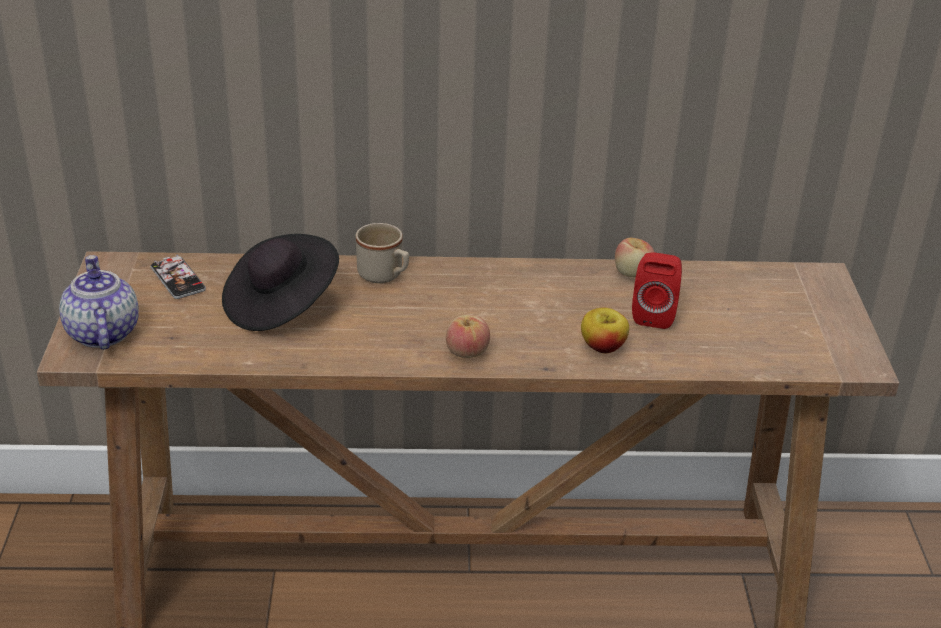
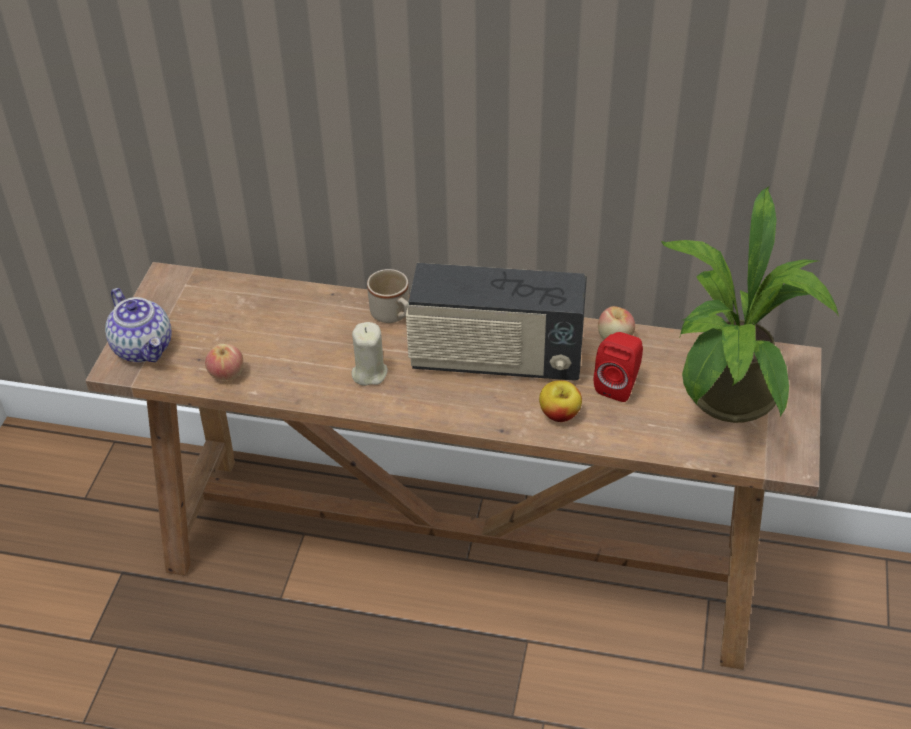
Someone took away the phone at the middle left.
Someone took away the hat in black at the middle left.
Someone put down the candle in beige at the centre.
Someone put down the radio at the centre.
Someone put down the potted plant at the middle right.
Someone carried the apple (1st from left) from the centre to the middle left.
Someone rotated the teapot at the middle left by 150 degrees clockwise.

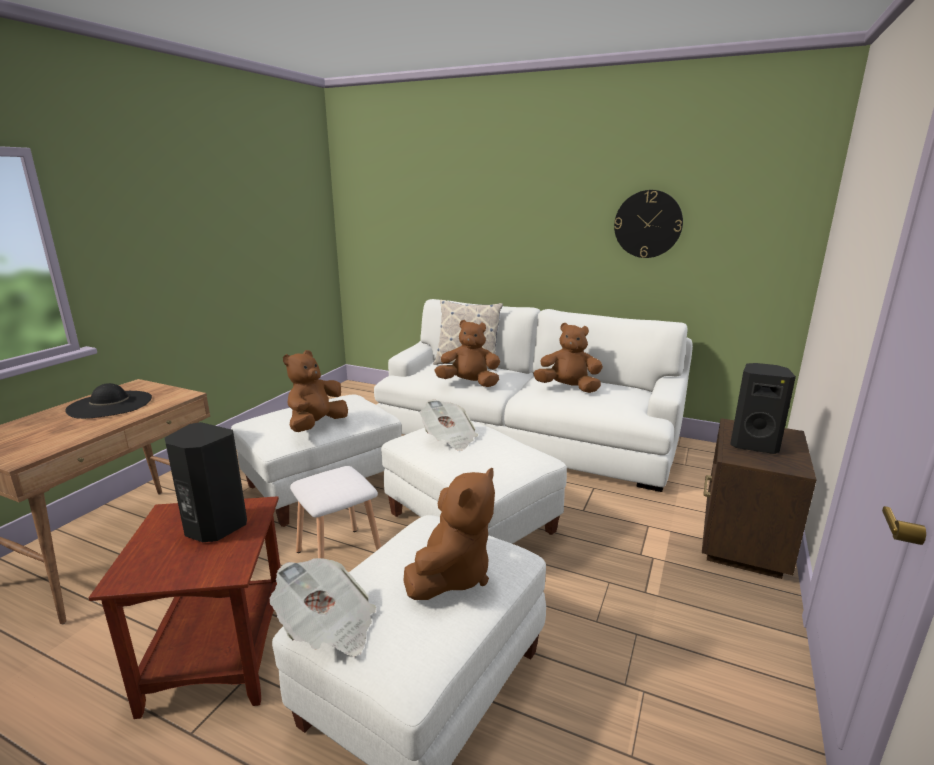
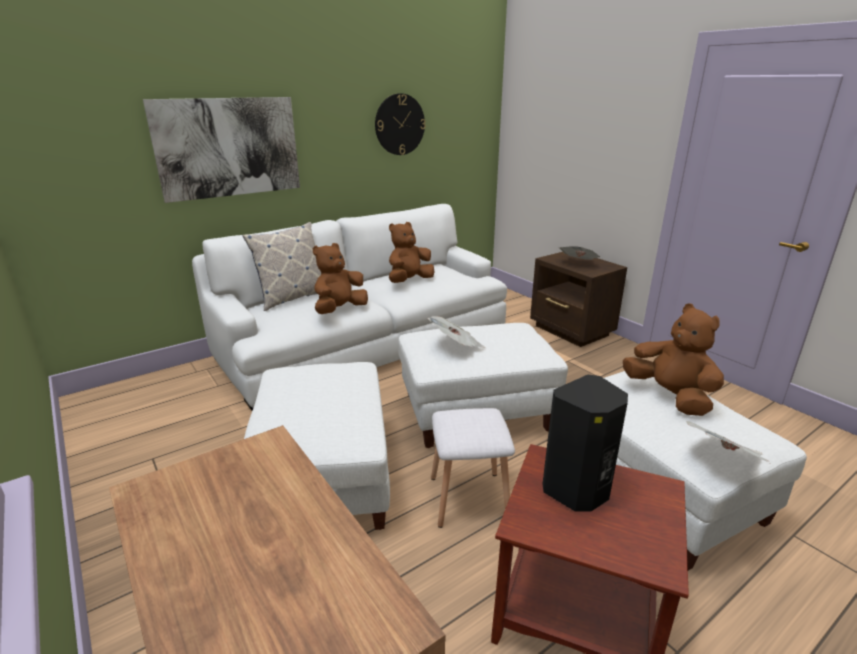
Someone took away the hat in black at the middle left.
Someone took away the plush toy in brown (1st from left) at the centre.
Someone put up the picture at the top left.
Someone swapped the speaker in black (2nd from left) at the middle right for the newspaper (2nd from left) at the middle right.

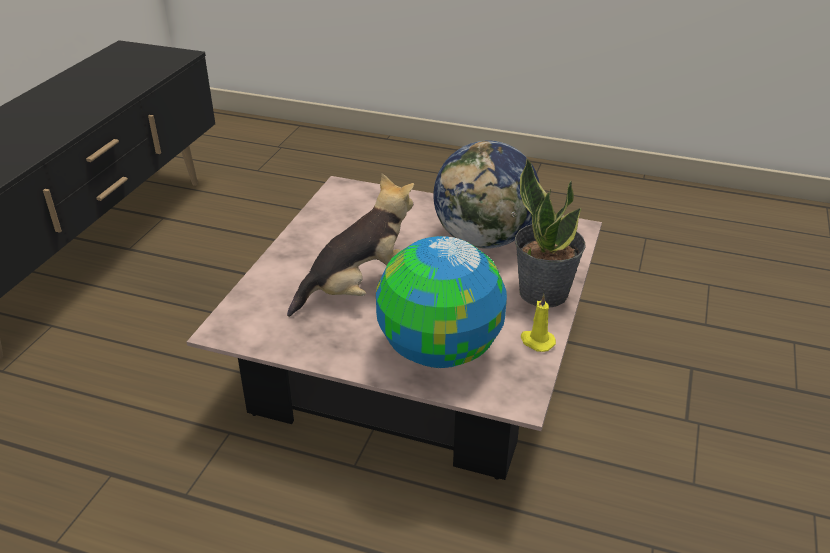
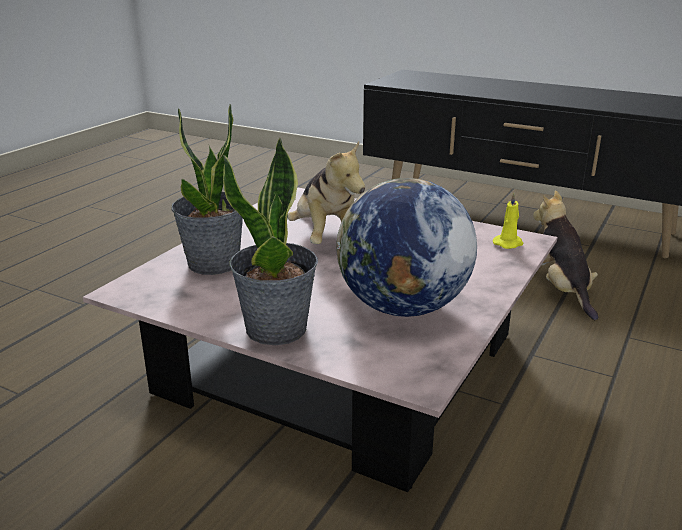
Someone put down the plush toy (2nd from left) at the middle right.
Someone carried the candle in yellow from the centre to the middle right.
Someone swapped the globe (1st from left) at the centre for the potted plant (1st from left) at the middle left.

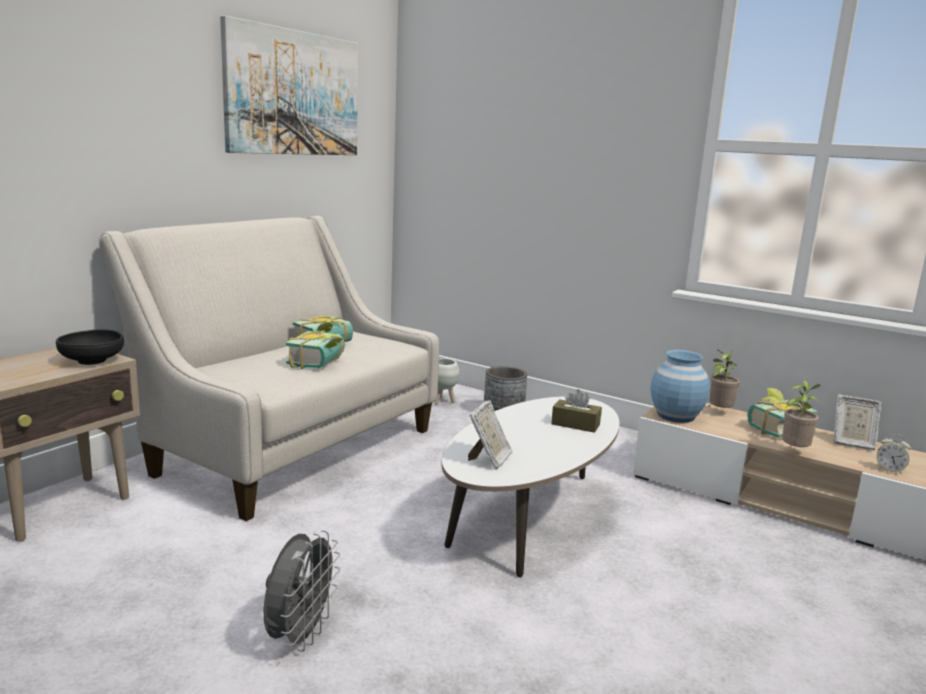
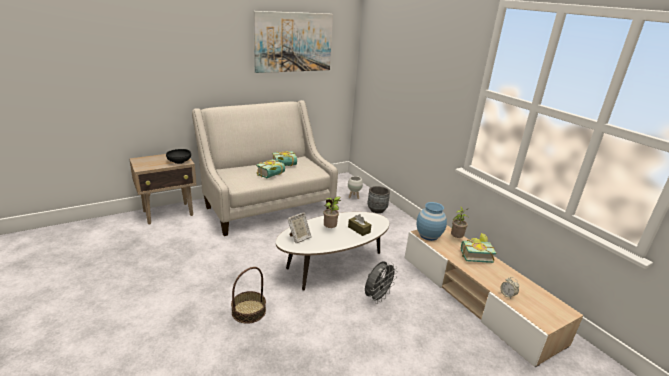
Someone took away the picture frame (2nd from left) at the middle right.
Someone put down the basket at the bottom centre.
Someone carried the fan in grey from the bottom left to the bottom centre.
Someone carried the potted plant (2nd from left in the first image) from the middle right to the centre.

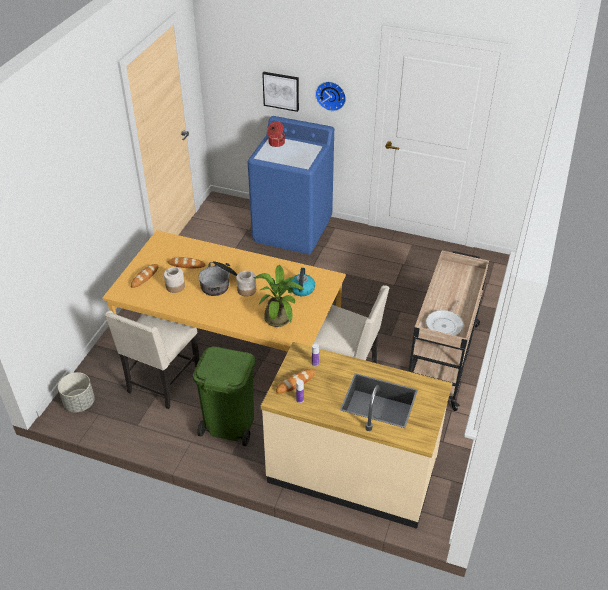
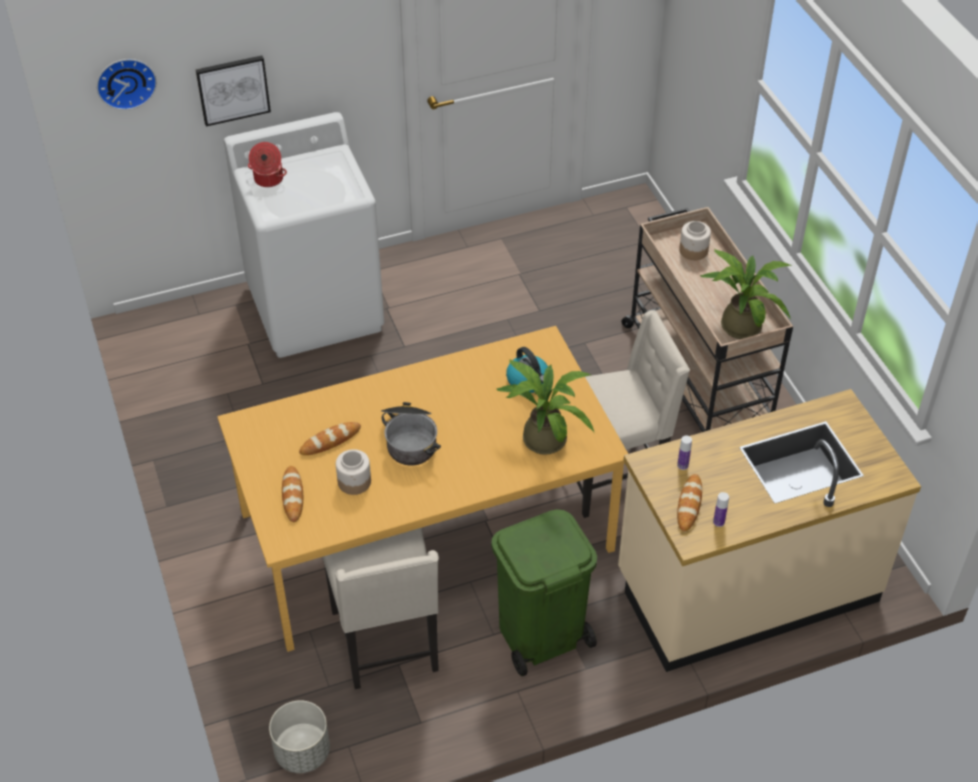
Someone carried the jar (2nd from left) from the centre to the top right.
Someone carried the wall clock from the top centre to the top left.
Someone swapped the frying pan at the middle right for the potted plant (2nd from left) at the middle right.
Someone repainted the washing machine in blue at the top centre, which became the washing machine in white at the top left.

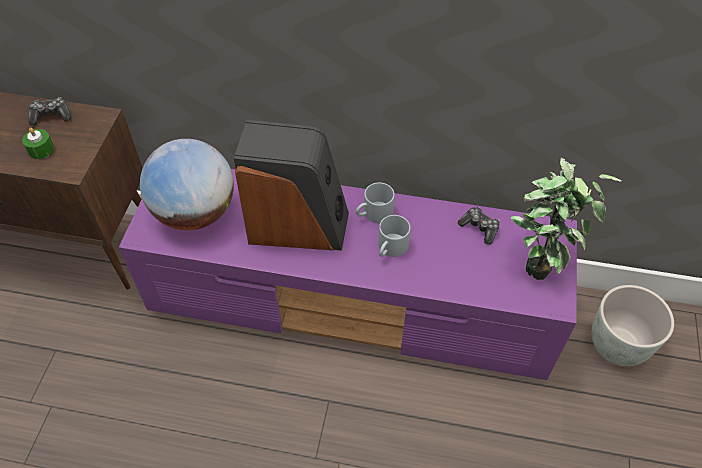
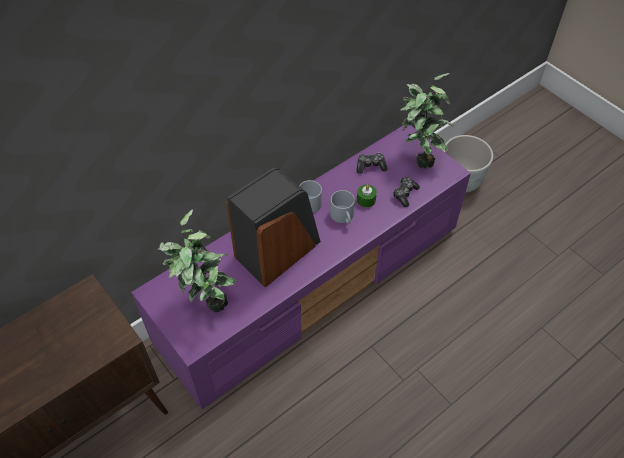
Someone carried the candle in green from the top left to the centre.
Someone carried the game controller (1st from left in the first image) from the top left to the centre.
Someone swapped the globe at the middle left for the potted plant (1st from left) at the middle left.

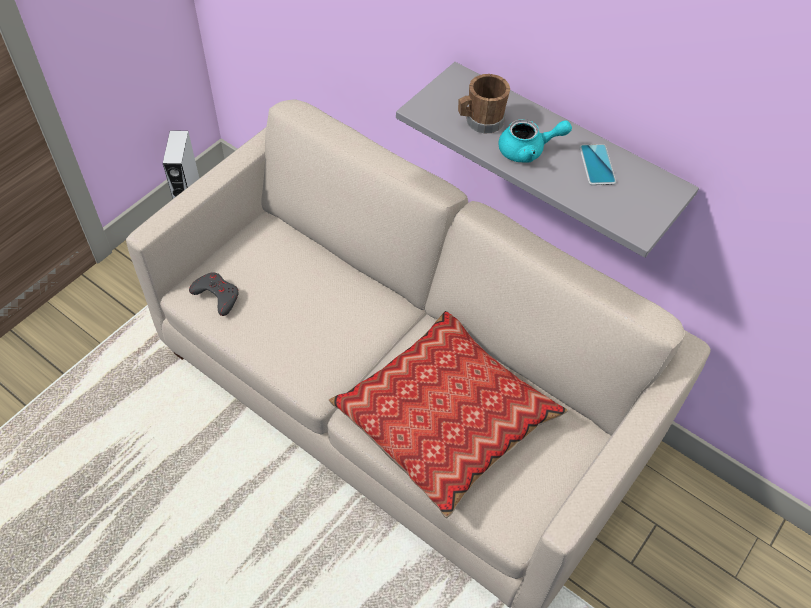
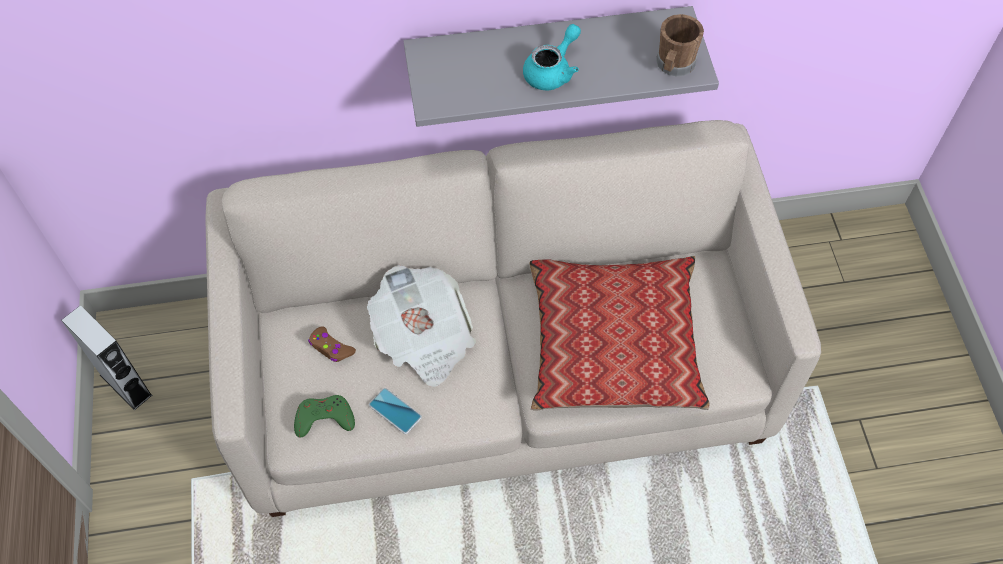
Someone put down the game controller in brown at the middle left.
Someone put down the newspaper at the centre.
Someone carried the mug in brown from the top centre to the top right.
Someone carried the phone from the top right to the bottom centre.
Someone repainted the game controller in grey at the middle left, which became the game controller in green at the bottom left.

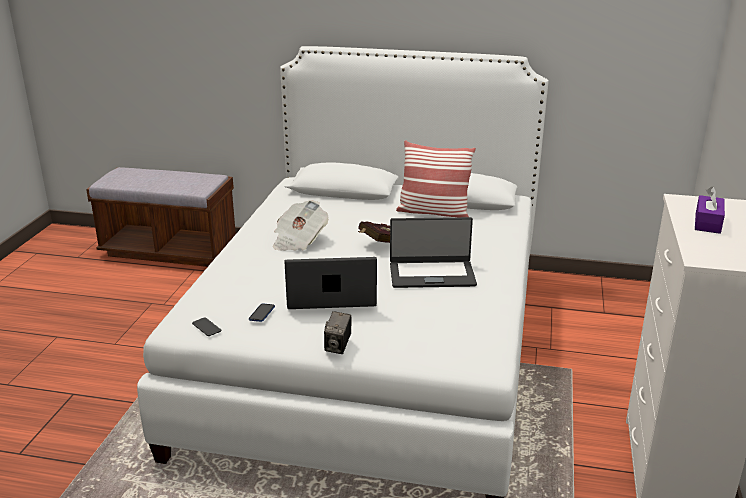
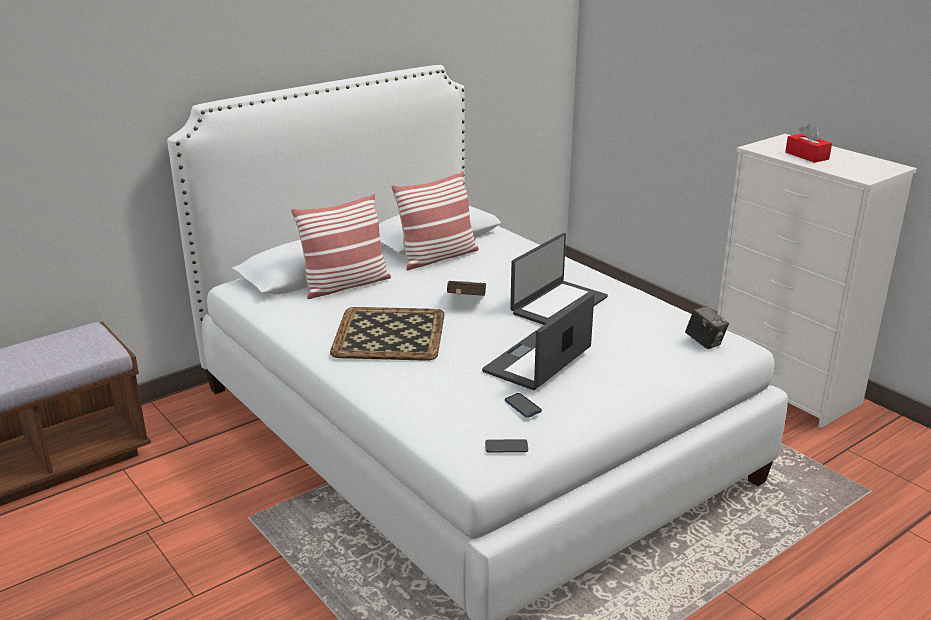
Someone put down the pillow (1st from left) at the centre.
Someone carried the photo camera from the bottom centre to the middle right.
Someone swapped the newspaper at the centre for the tray at the centre.
Someone repainted the tissue box in purple at the middle right, which became the tissue box in red at the top right.

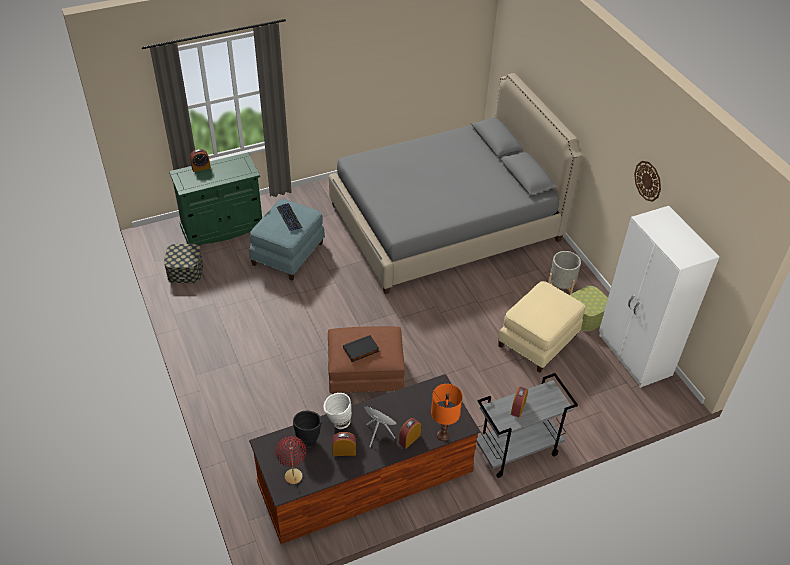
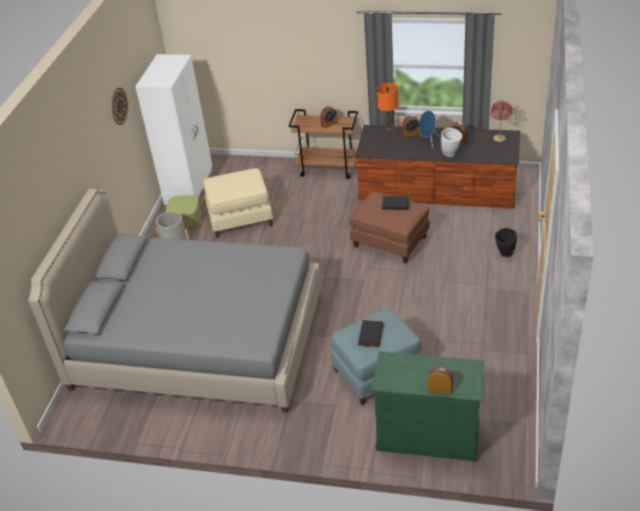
Someone took away the storage box (1st from left) at the middle left.
Someone carried the vase in black from the bottom centre to the middle right.
Someone swapped the keyboard at the centre for the book in black (1st from left) at the centre.
Someone repainted the cart in grey at the bottom right, which became the cart in brown at the top centre.

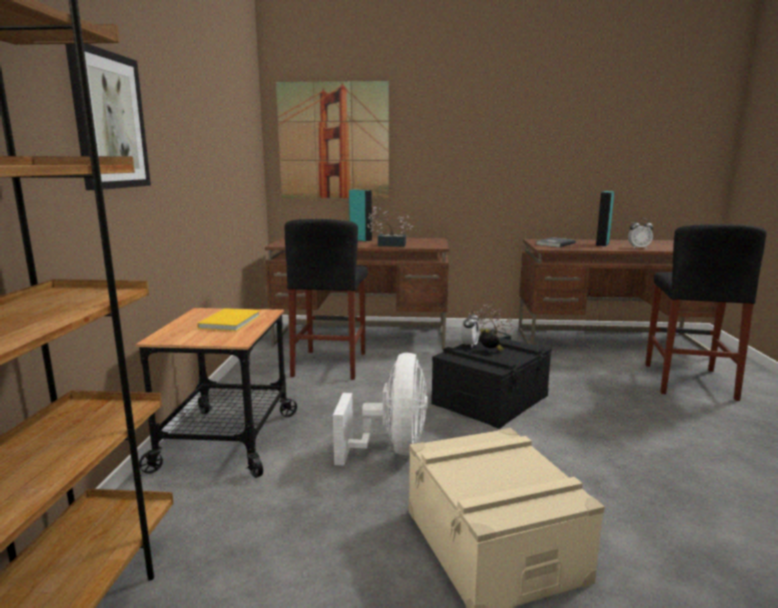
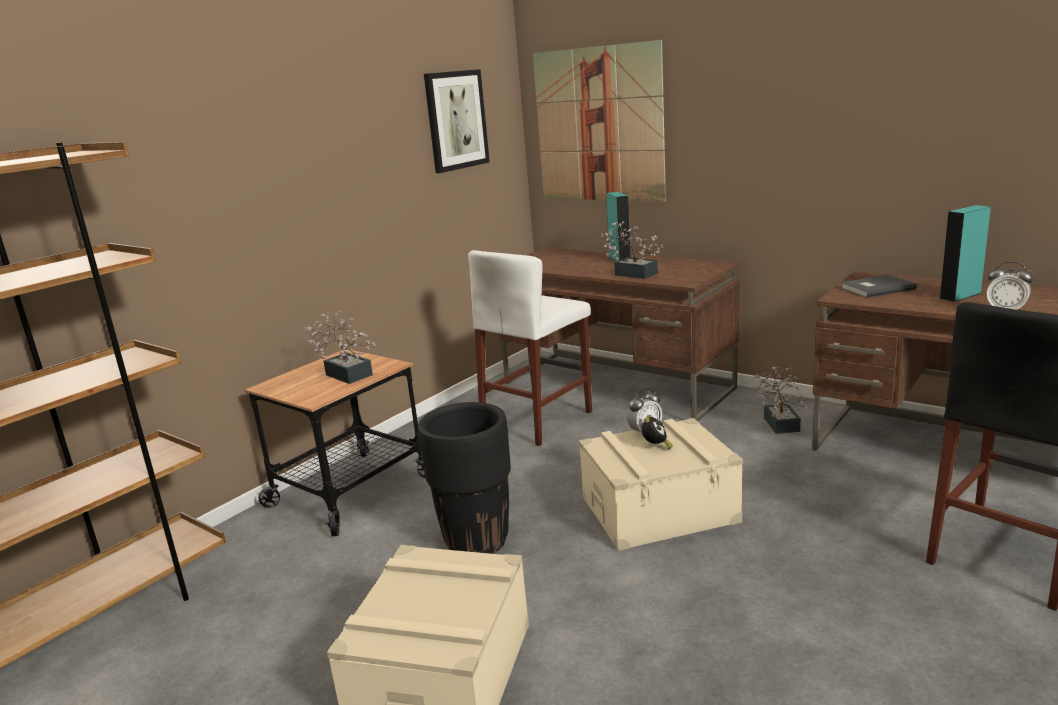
Someone carried the picture (1st from left) from the top left to the top centre.
Someone swapped the book in yellow at the middle left for the potted plant (1st from left) at the middle left.
Someone swapped the fan in white at the bottom centre for the planter in black at the bottom centre.
Someone repainted the stool in black (1st from left) at the centre, which became the stool in white at the centre.
Someone repainted the storage box in black at the centre, which became the storage box in beige (2nd from left) at the bottom centre.

